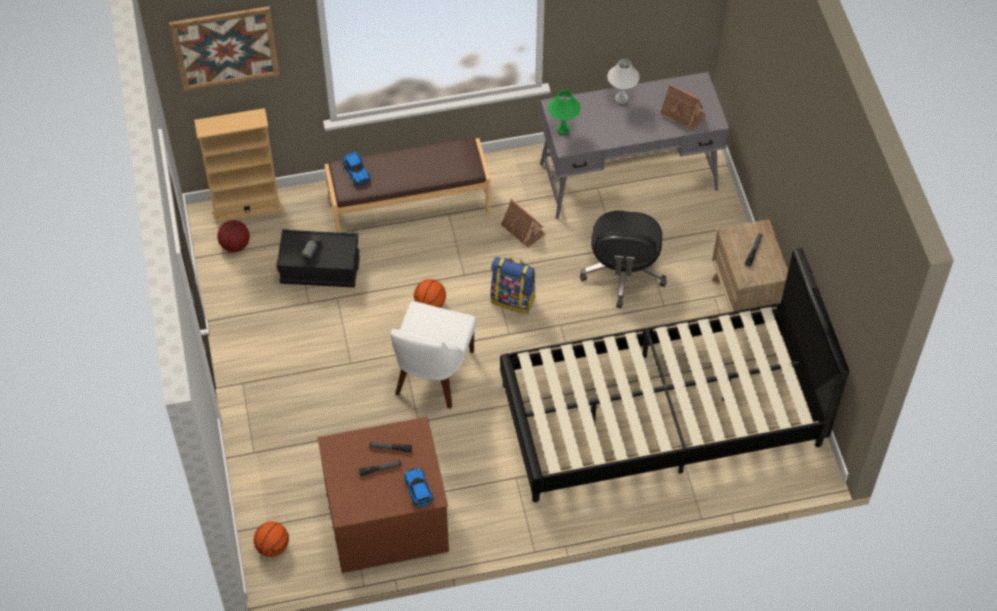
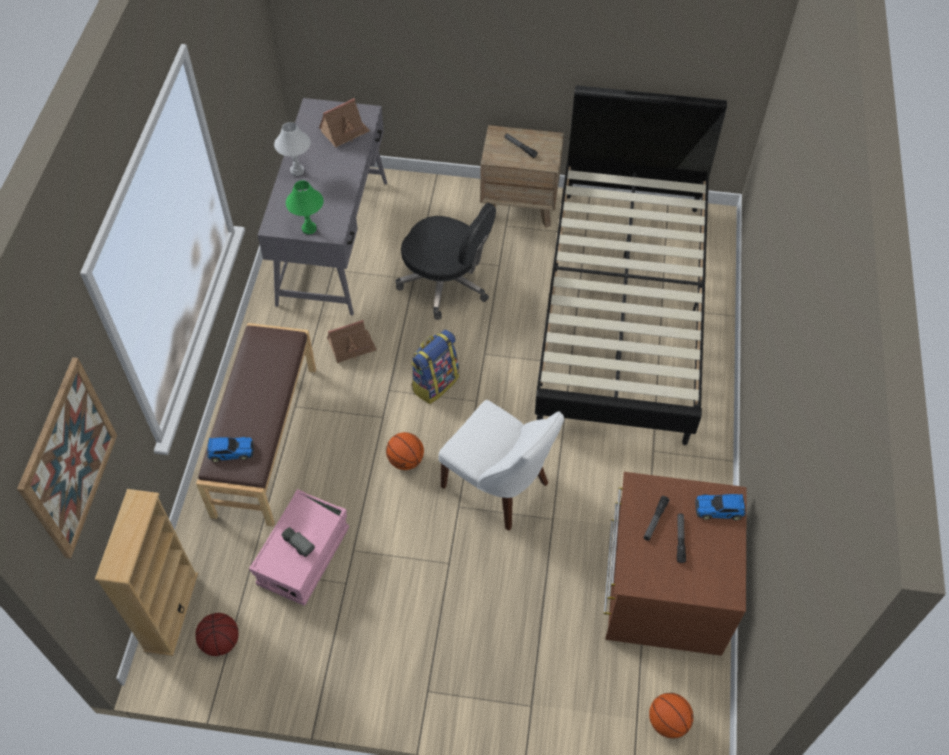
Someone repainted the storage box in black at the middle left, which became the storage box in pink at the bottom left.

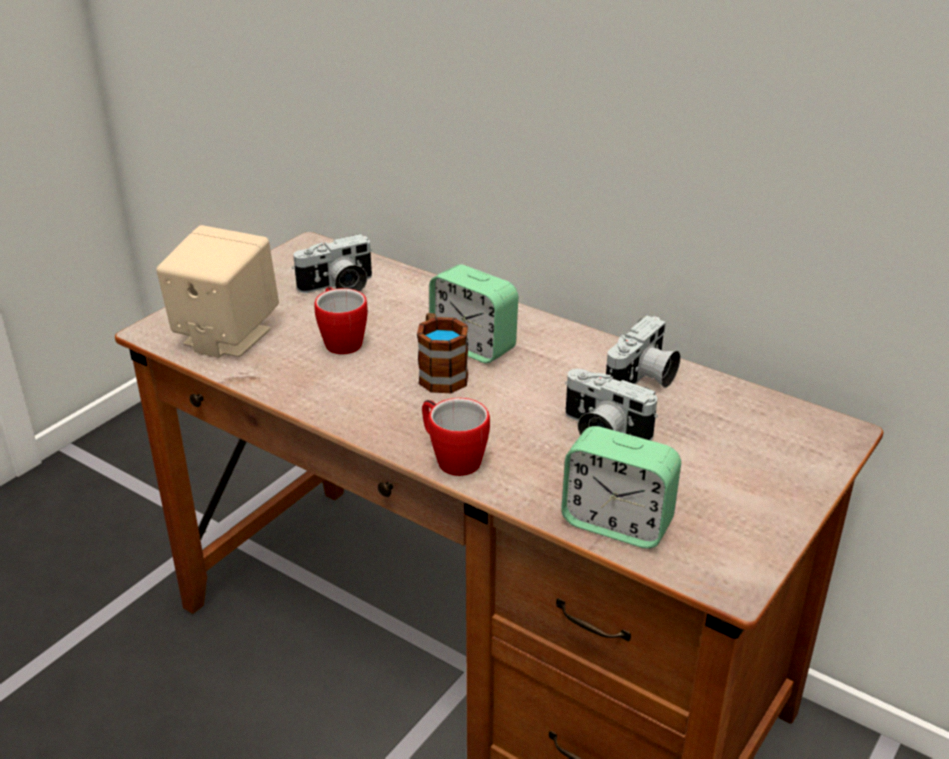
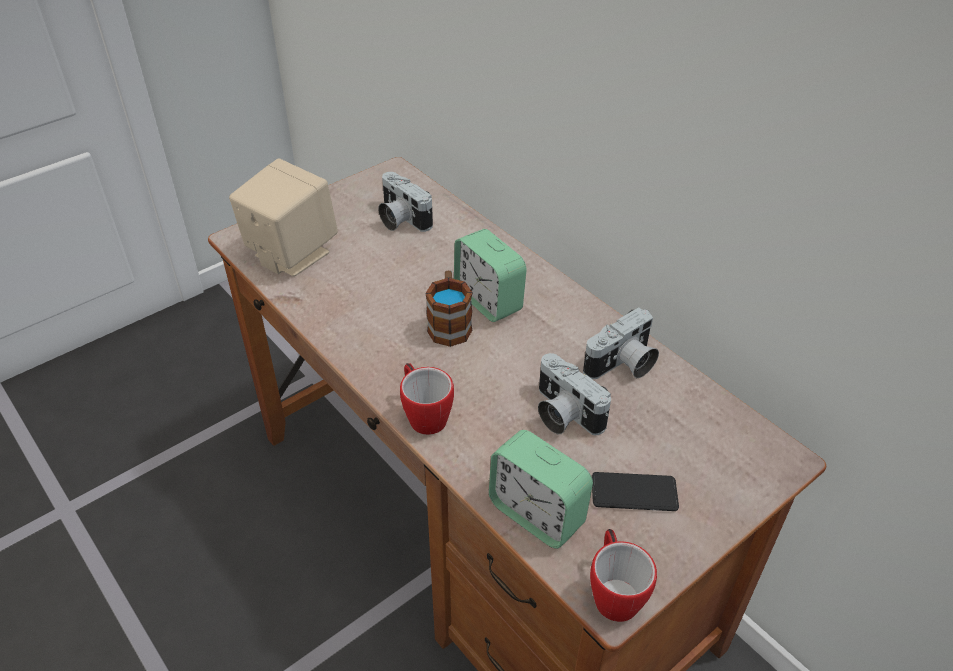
Someone put down the phone at the bottom centre.
Someone carried the mug (1st from left in the first image) from the centre to the bottom centre.
Someone rotated the photo camera (1st from left) at the centre by 60 degrees clockwise.

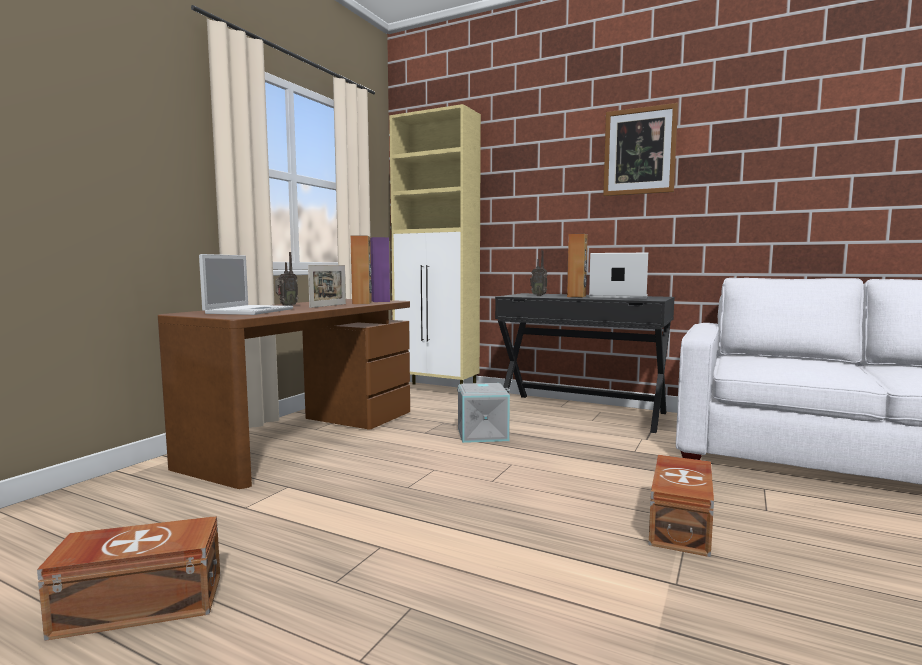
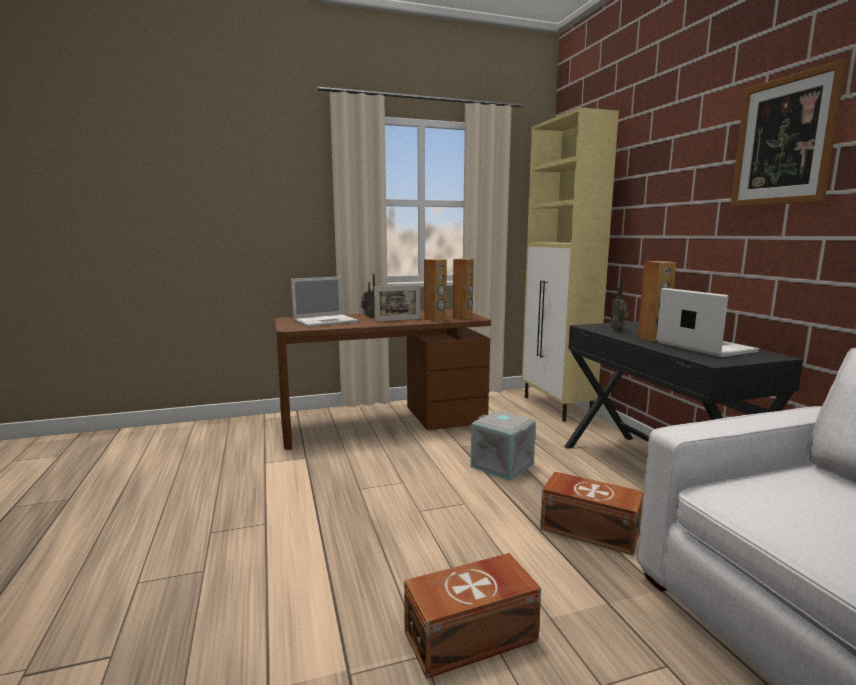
Someone carried the storage box in brown (1st from left in the first image) from the bottom left to the bottom right.
Someone repainted the speaker in purple at the centre, which became the speaker in brown (2nd from left) at the centre.

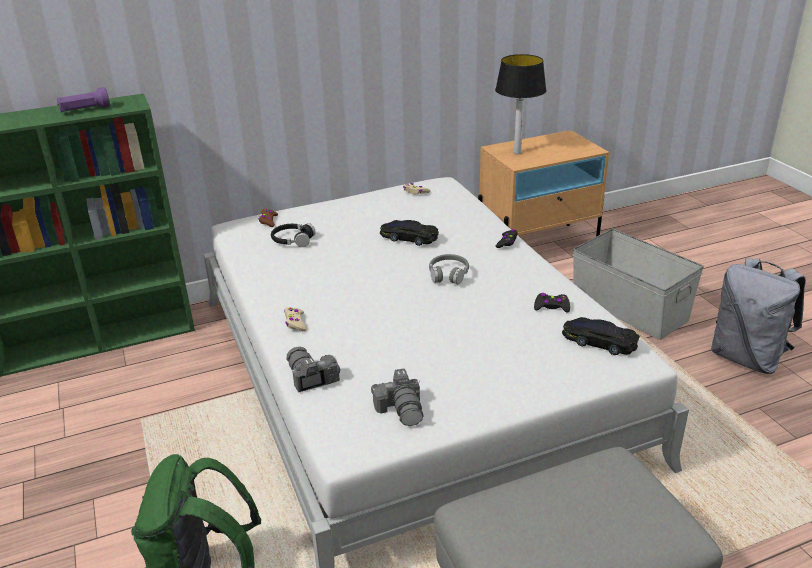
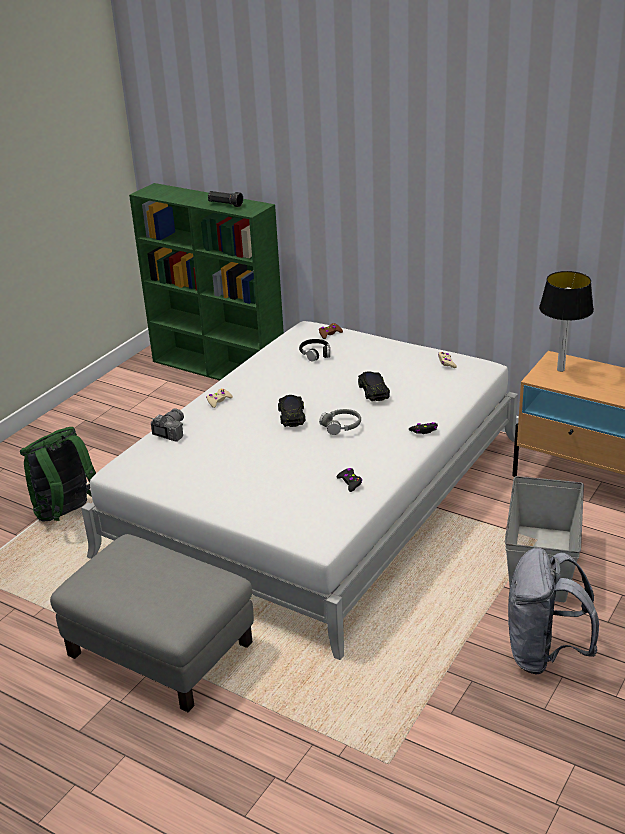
Someone took away the photo camera (2nd from left) at the bottom centre.
Someone carried the toy car in black (2nd from left in the first image) from the middle right to the centre.
Someone repainted the flashlight in purple at the top left, which became the flashlight in black at the top centre.

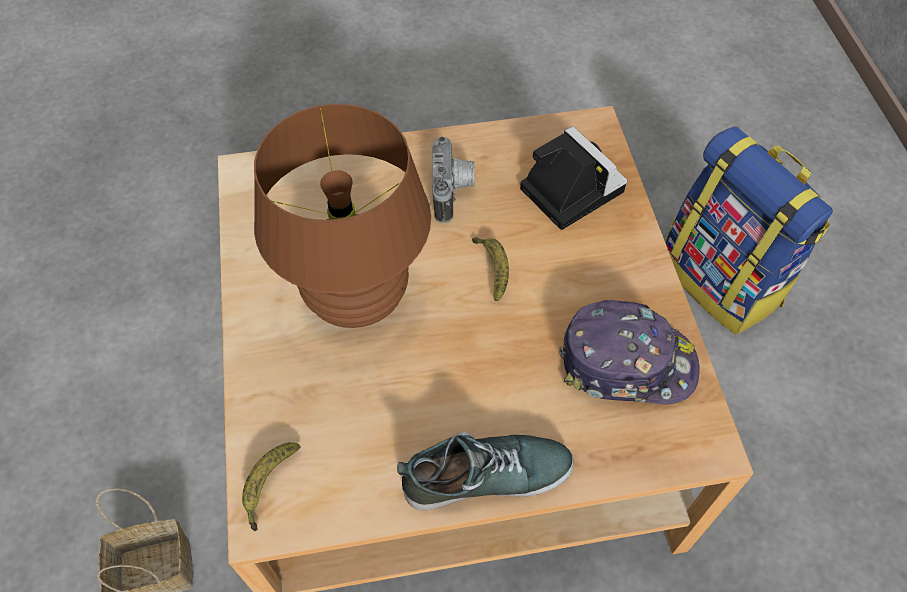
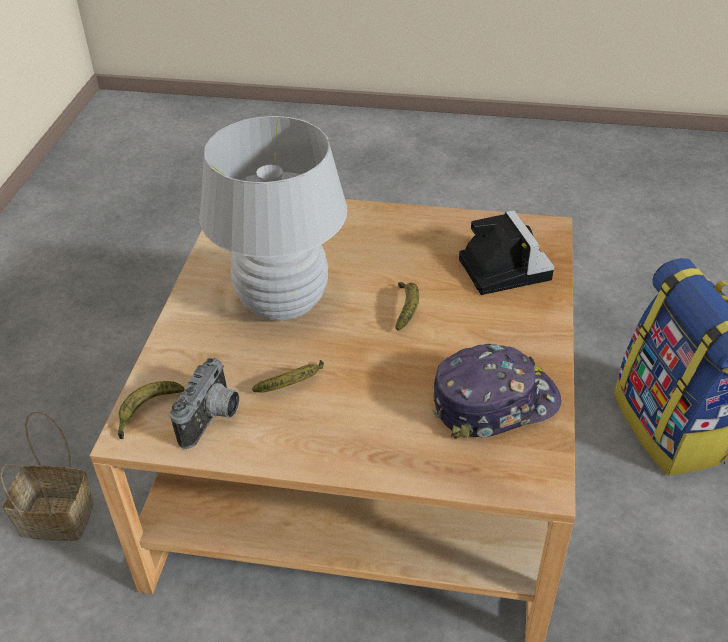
Someone took away the shoe at the bottom centre.
Someone put down the banana (2nd from left) at the centre.
Someone carried the photo camera (1st from left) from the top centre to the middle left.
Someone repainted the table lamp in brown at the centre, which became the table lamp in white at the centre.
Someone rotated the cap at the middle right by 45 degrees counterclockwise.

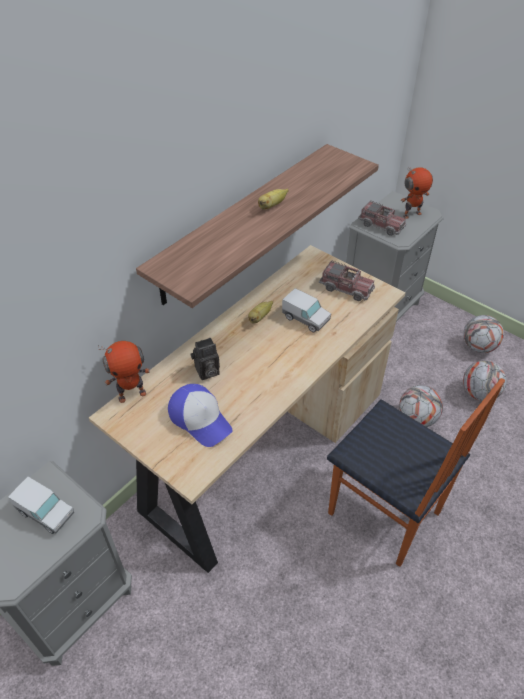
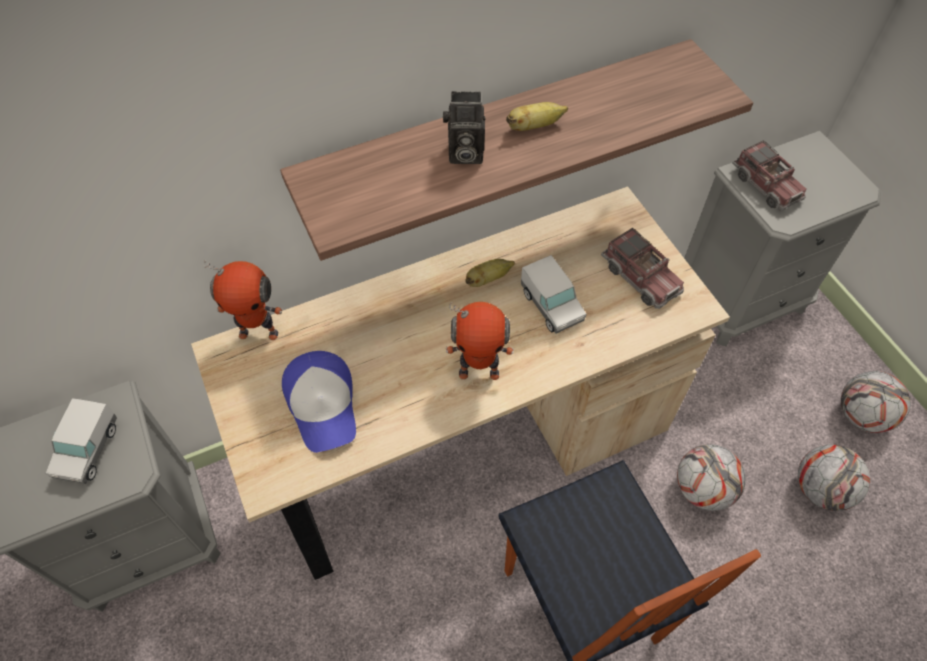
Someone carried the photo camera from the centre to the top centre.
Someone carried the toy robot (2nd from left) from the top right to the centre.
Someone rotated the toy truck (1st from left) at the bottom left by 45 degrees clockwise.

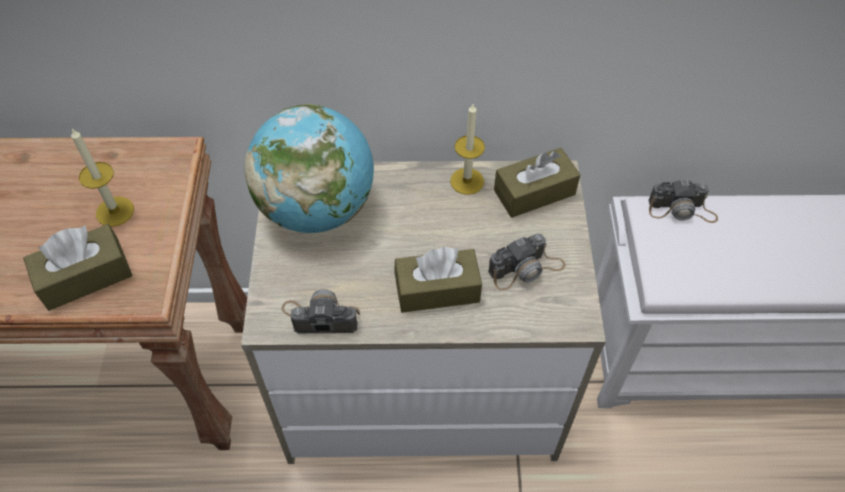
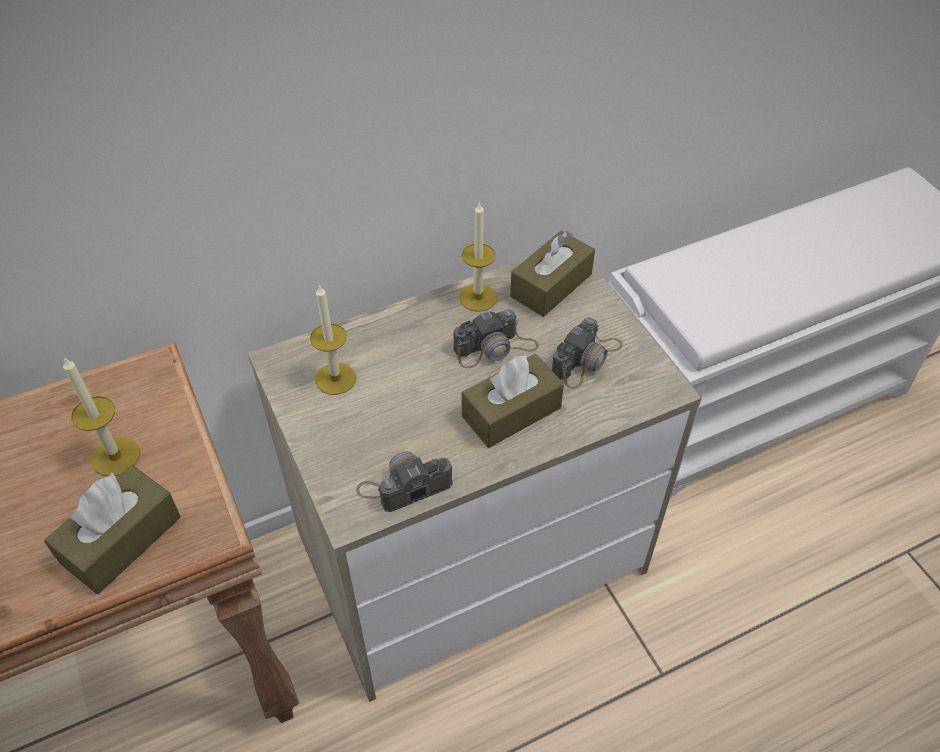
Someone carried the photo camera (3rd from left in the first image) from the middle right to the centre.
Someone swapped the globe at the centre for the candle (2nd from left) at the centre.

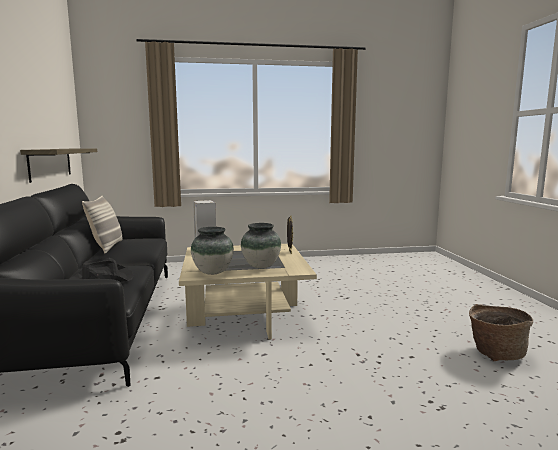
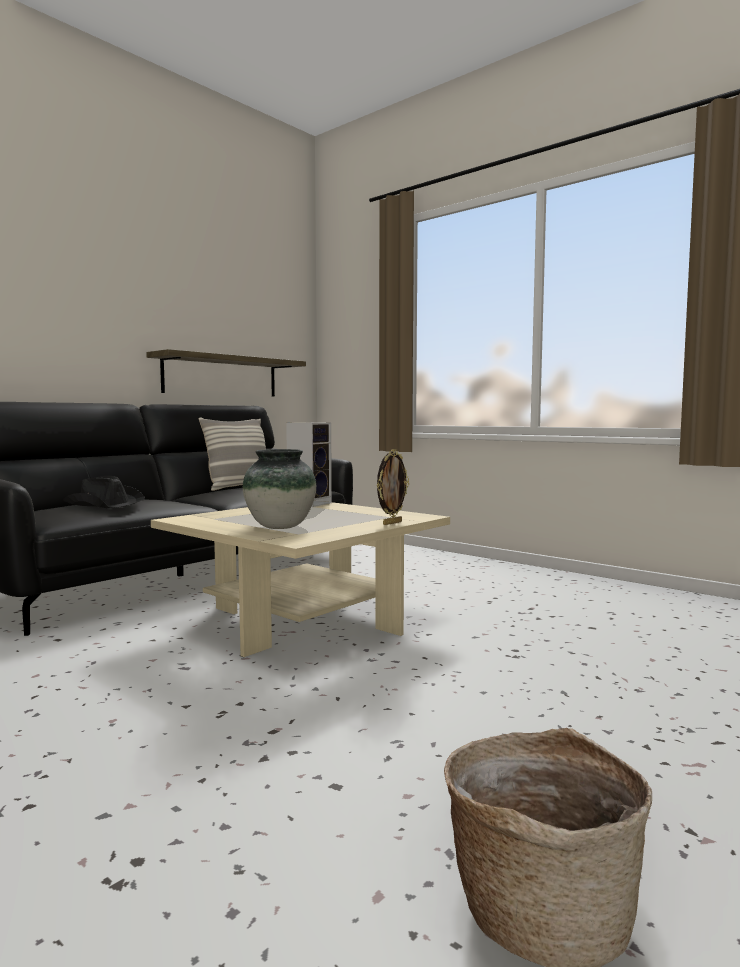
Someone took away the vase (1st from left) at the centre.

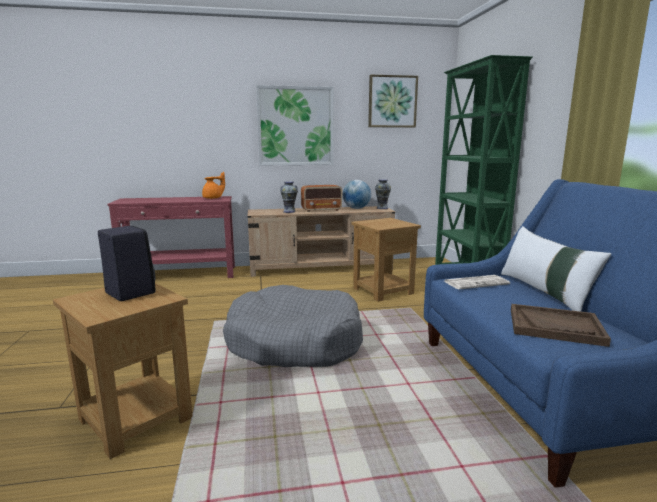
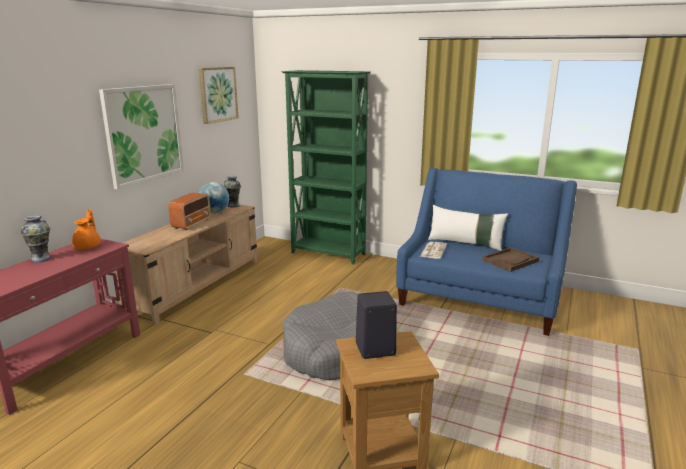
Someone took away the side table in brown (2nd from left) at the centre.
Someone carried the vase (1st from left) from the centre to the middle left.

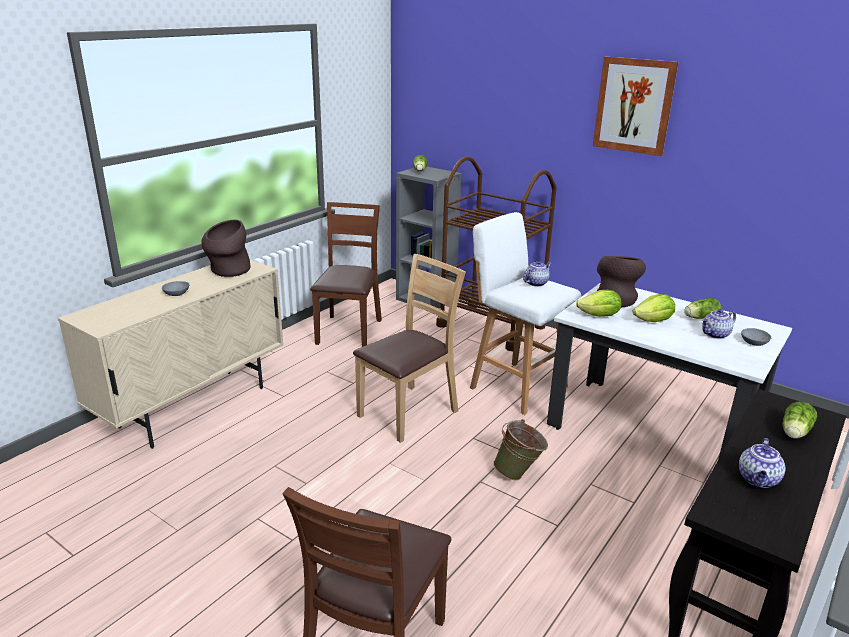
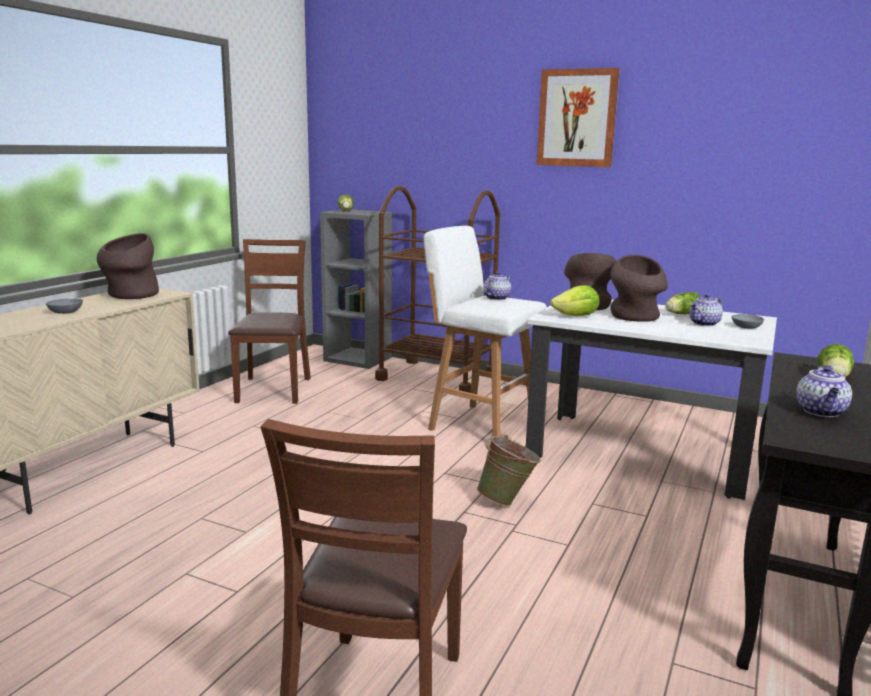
Someone took away the chair in brown (3rd from left) at the centre.
Someone swapped the lettuce (3rd from left) at the middle right for the vase in brown (3rd from left) at the middle right.

